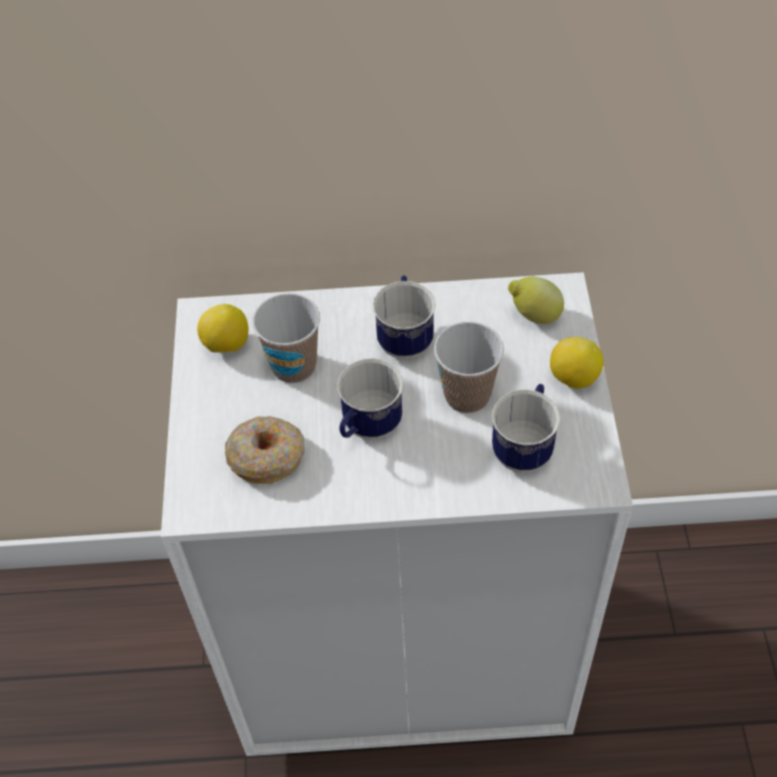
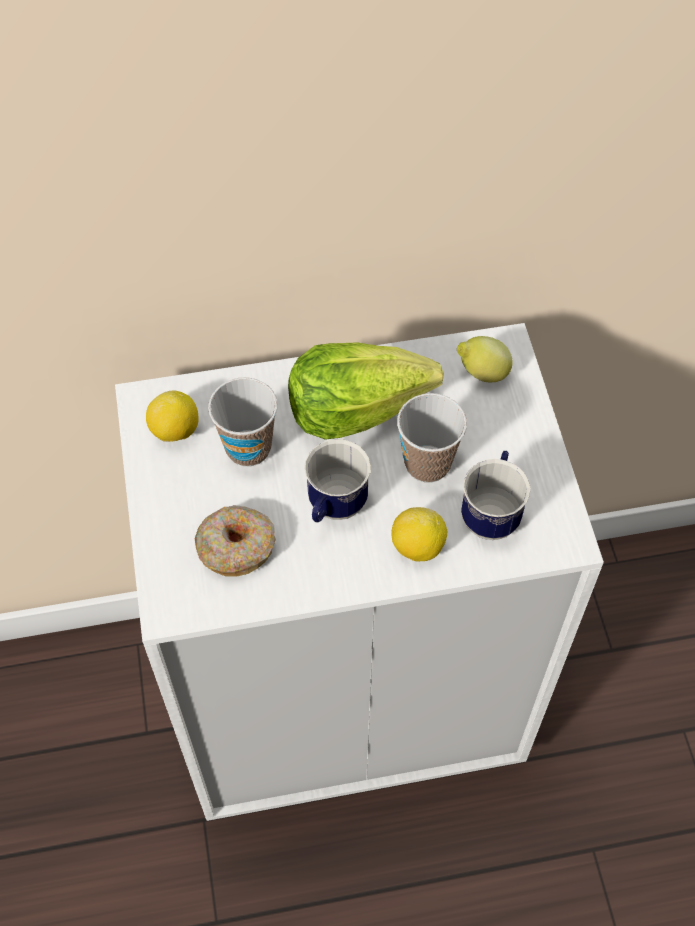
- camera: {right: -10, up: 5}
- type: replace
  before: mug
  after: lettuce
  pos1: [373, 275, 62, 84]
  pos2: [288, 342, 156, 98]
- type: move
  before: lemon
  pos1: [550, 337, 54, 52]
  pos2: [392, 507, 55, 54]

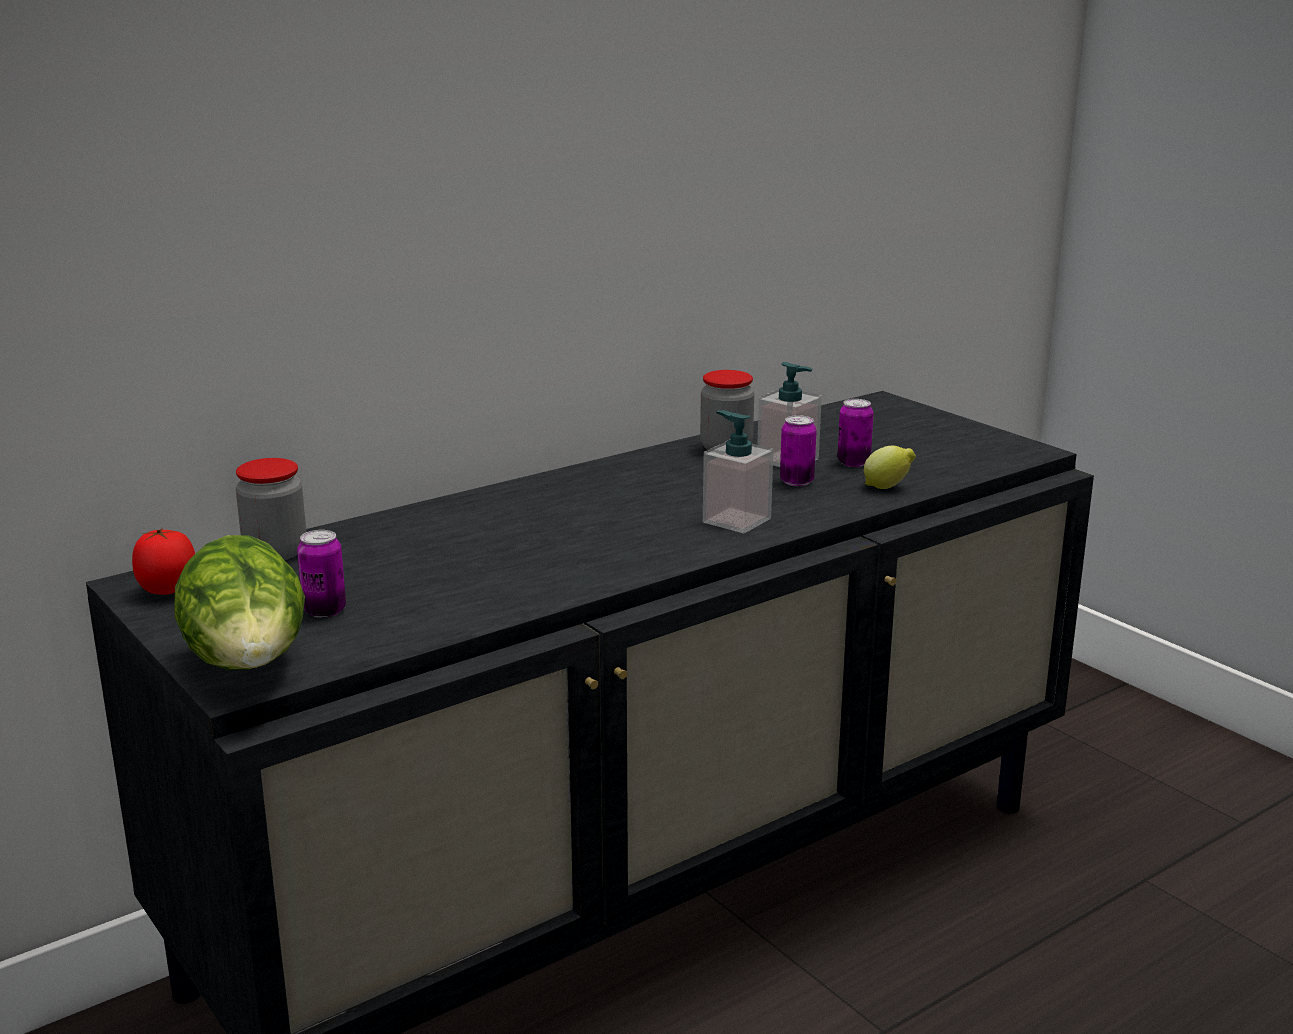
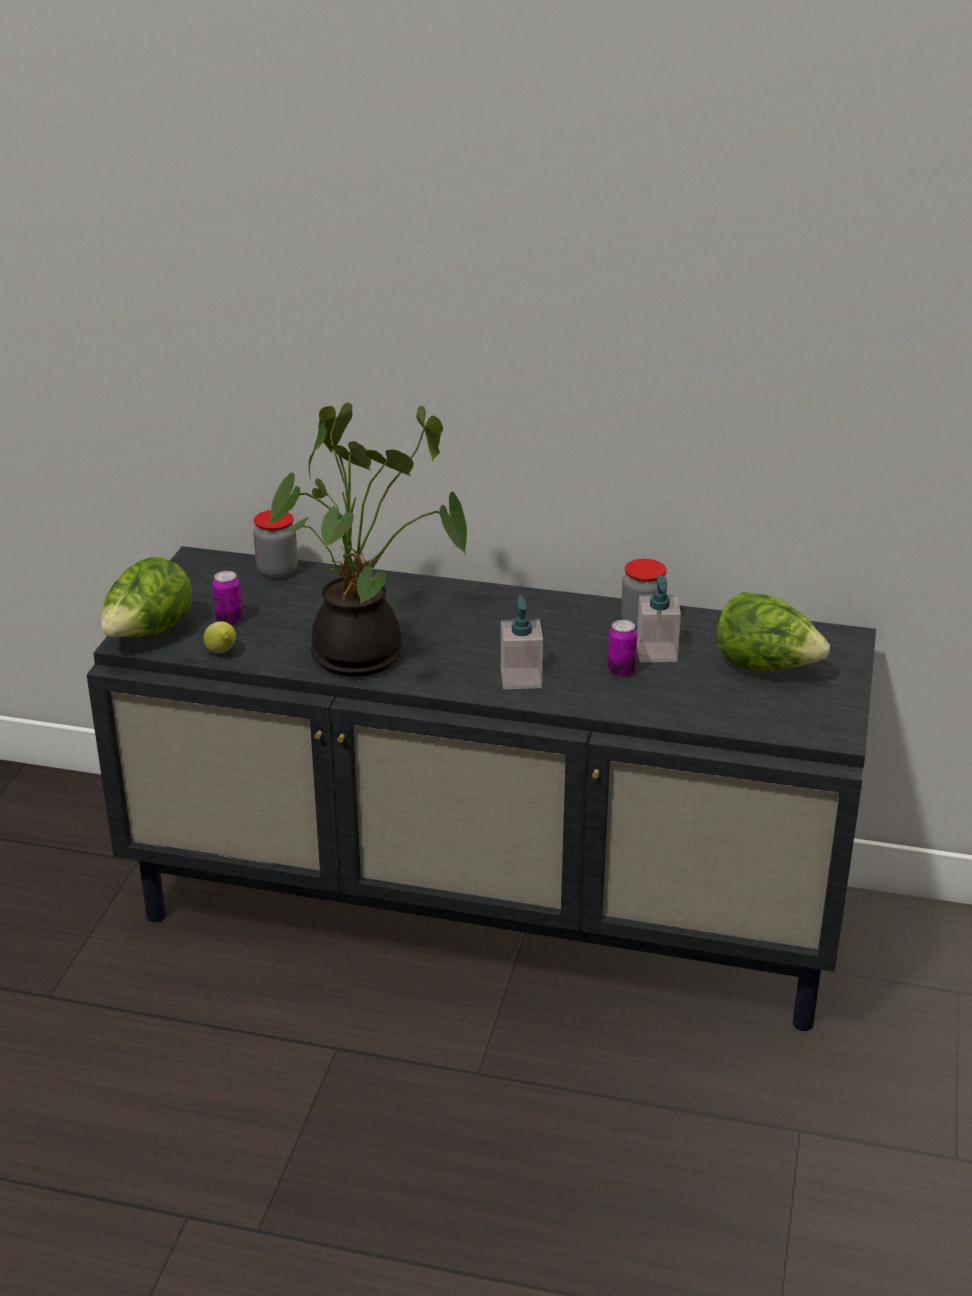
- camera: {right: 50, up: 10}
- type: delete
  before: can
  pos1: [837, 399, 37, 68]
- type: move
  before: lemon
  pos1: [864, 446, 52, 43]
  pos2: [204, 621, 32, 32]
- type: delete
  before: tomato
  pos1: [132, 528, 63, 67]
- type: insert
  after: potted plant
  pos2: [267, 403, 200, 274]
- type: insert
  after: lettuce
  pos2: [717, 592, 113, 79]

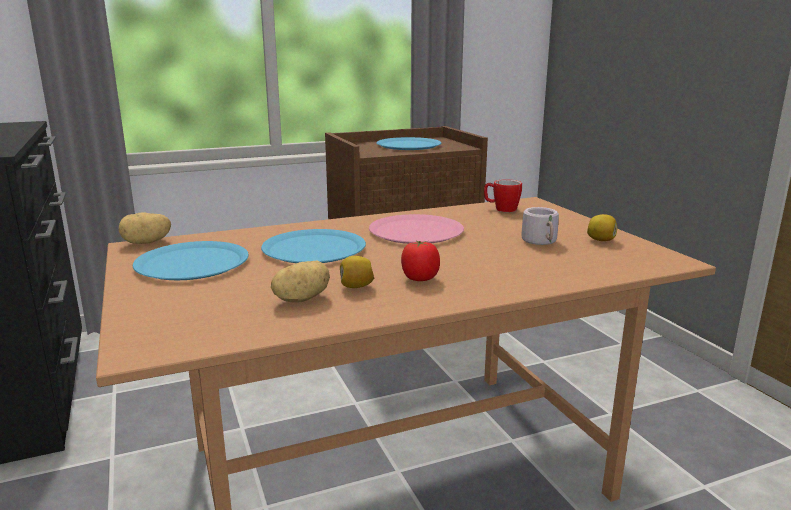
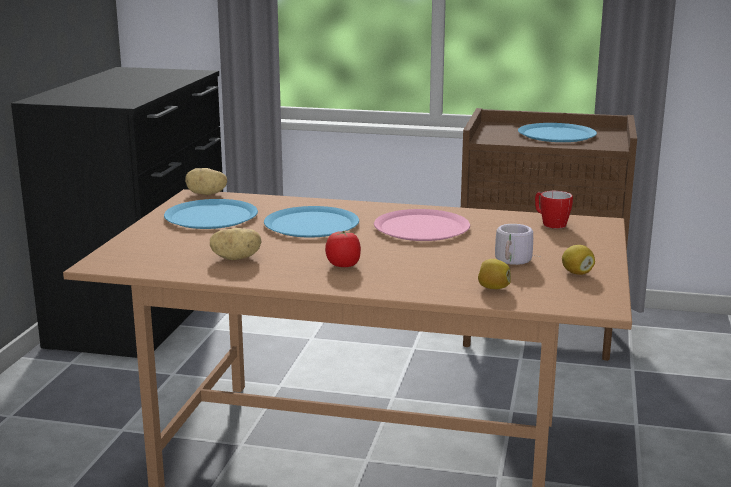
- camera: {right: 35, up: 0}
- type: move
  before: lemon
  pos1: [340, 256, 34, 32]
  pos2: [478, 259, 33, 30]

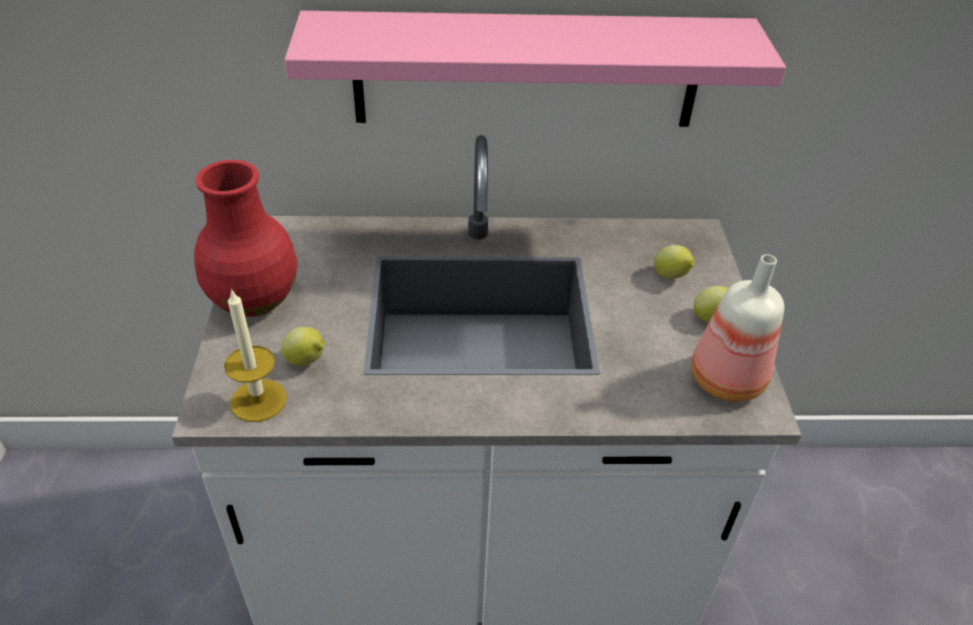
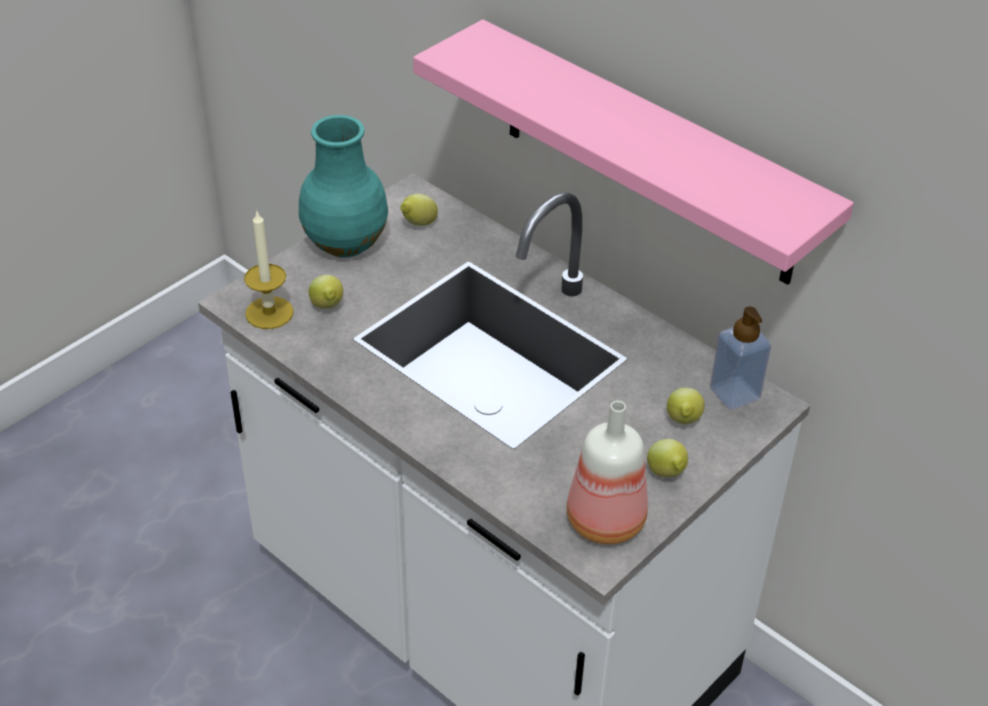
- camera: {right: 45, up: 0}
- type: recolor
  before: vase (red)
  after: vase (turquoise)
  pos1: [194, 160, 103, 157]
  pos2: [299, 115, 89, 143]
- type: insert
  after: lemon
  pos2: [400, 194, 38, 32]
- type: insert
  after: soap dispenser
  pos2: [710, 306, 61, 104]

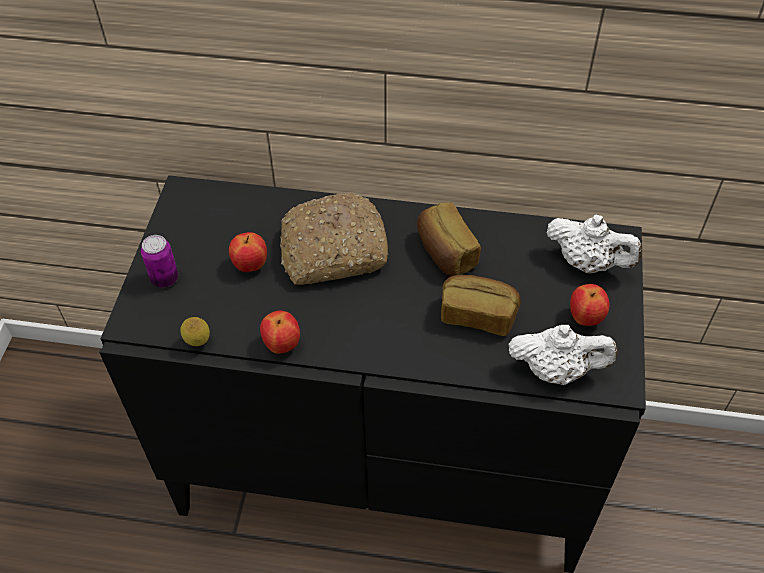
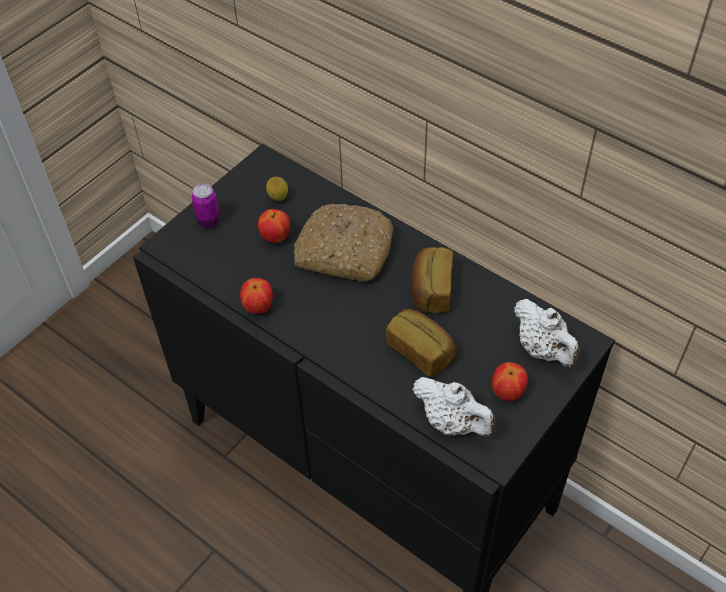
- camera: {right: 30, up: 0}
- type: move
  before: lemon
  pos1: [181, 317, 29, 29]
  pos2: [266, 177, 22, 24]

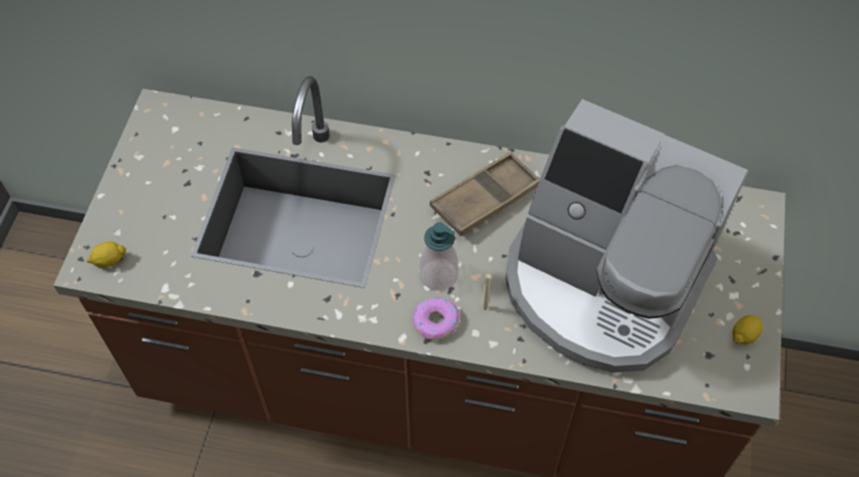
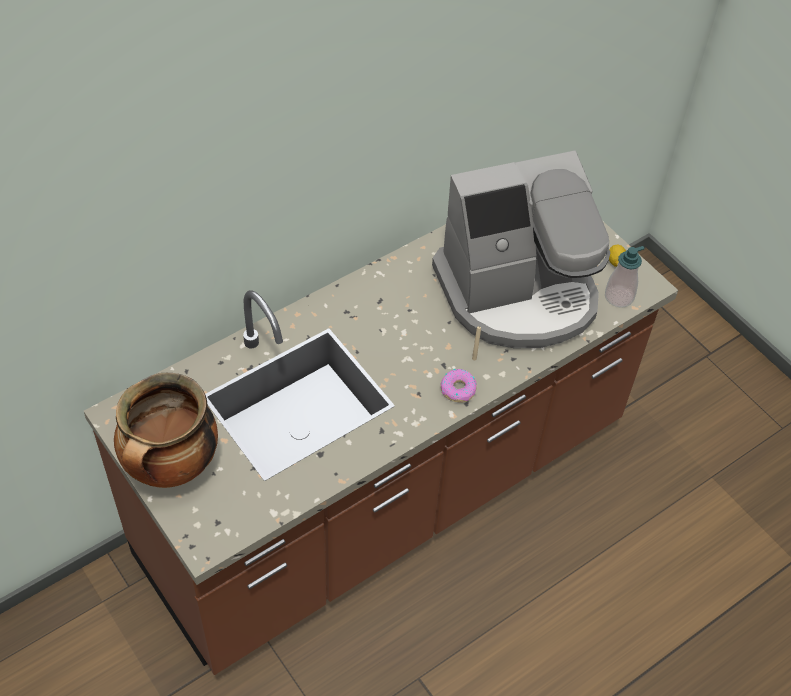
- camera: {right: -50, up: -5}
- type: delete
  before: tray (brown)
  pos1: [430, 152, 110, 84]
- type: move
  before: soap dispenser
  pos1: [419, 222, 40, 69]
  pos2: [605, 246, 40, 62]
- type: delete
  before: lemon
  pos1: [87, 242, 39, 25]
- type: insert
  after: cooking pot
  pos2: [114, 373, 104, 115]

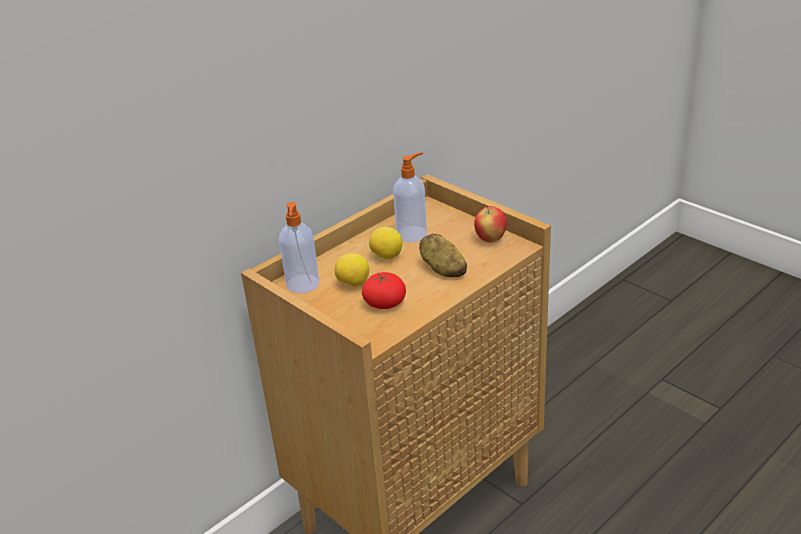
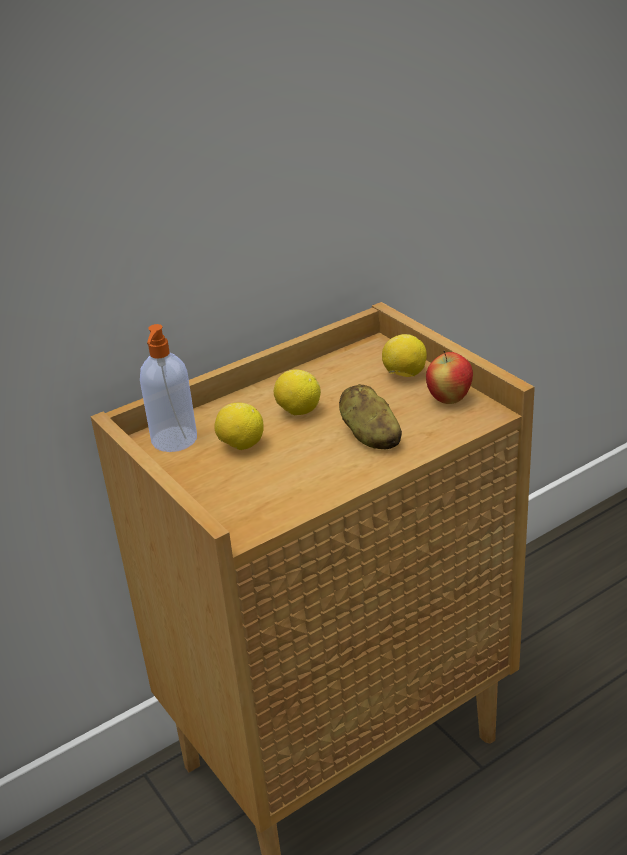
- camera: {right: 10, up: 0}
- type: delete
  before: soap dispenser
  pos1: [393, 152, 34, 90]
- type: delete
  before: tomato
  pos1: [362, 272, 44, 37]
- type: insert
  after: lemon
  pos2: [382, 334, 45, 43]

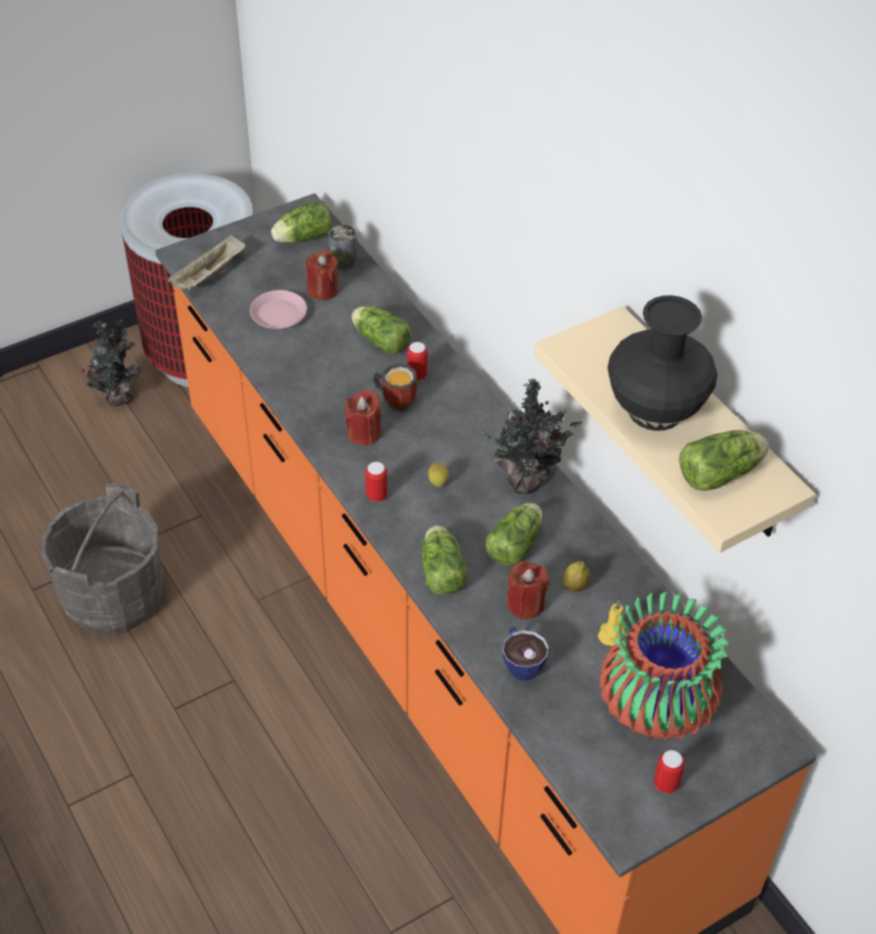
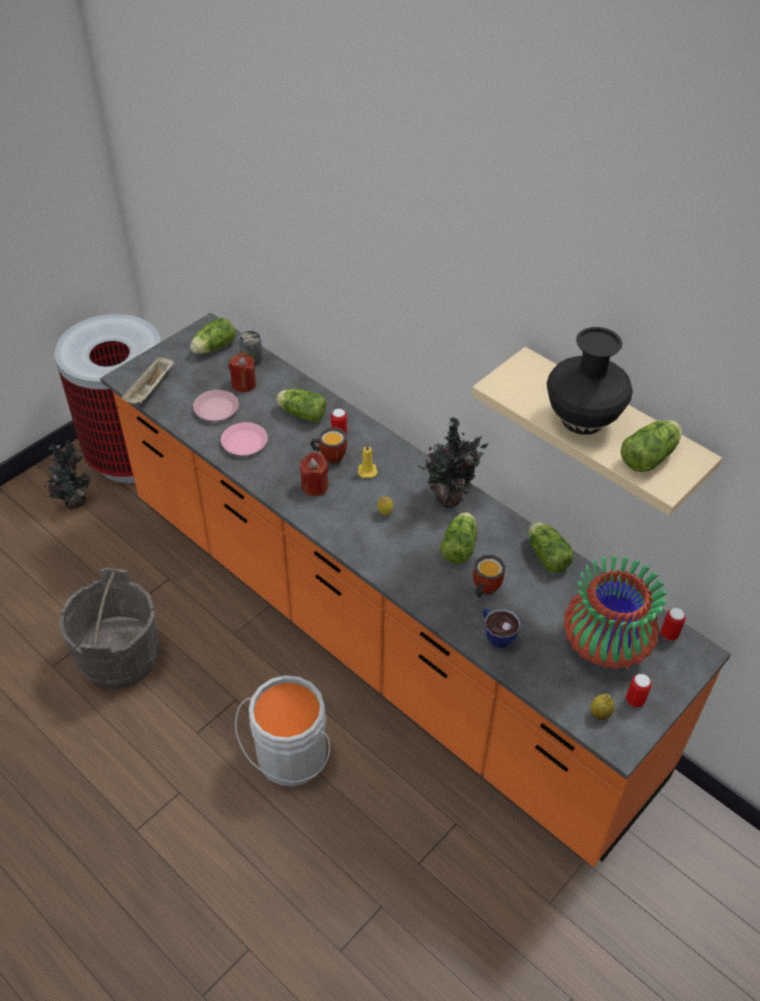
- camera: {right: -15, up: 0}
- type: move
  before: can
  pos1: [365, 462, 23, 40]
  pos2: [661, 608, 25, 32]
- type: move
  before: lettuce
  pos1: [422, 525, 45, 70]
  pos2: [528, 522, 46, 51]
- type: replace
  before: candle (red)
  after: mug
  pos1: [506, 561, 43, 58]
  pos2: [473, 555, 32, 43]
- type: move
  before: lemon
  pos1: [563, 561, 27, 31]
  pos2: [591, 694, 23, 26]
- type: move
  before: candle (yellow)
  pos1: [598, 601, 28, 45]
  pos2: [358, 443, 19, 35]
- type: insert
  after: plate (pink)
  pos2: [221, 422, 47, 33]
- type: insert
  after: bucket (grey)
  pos2: [235, 675, 95, 112]

